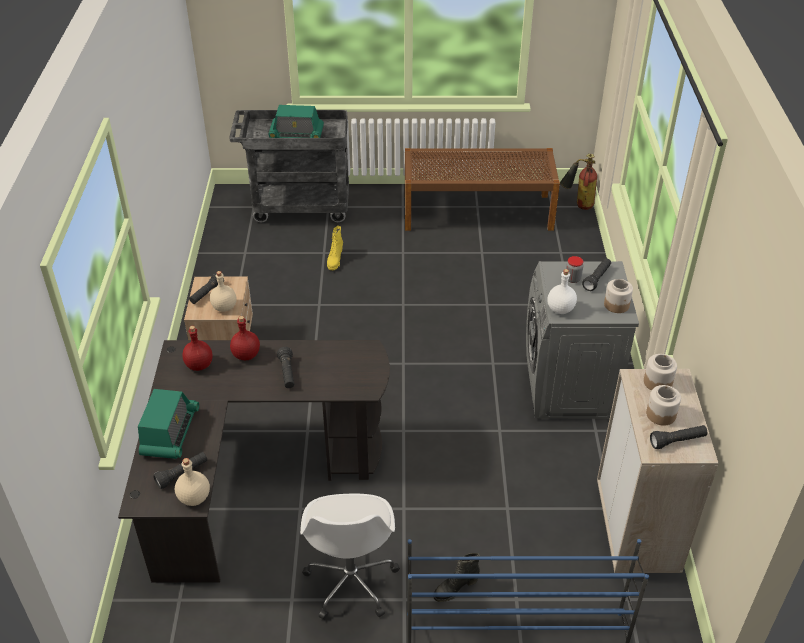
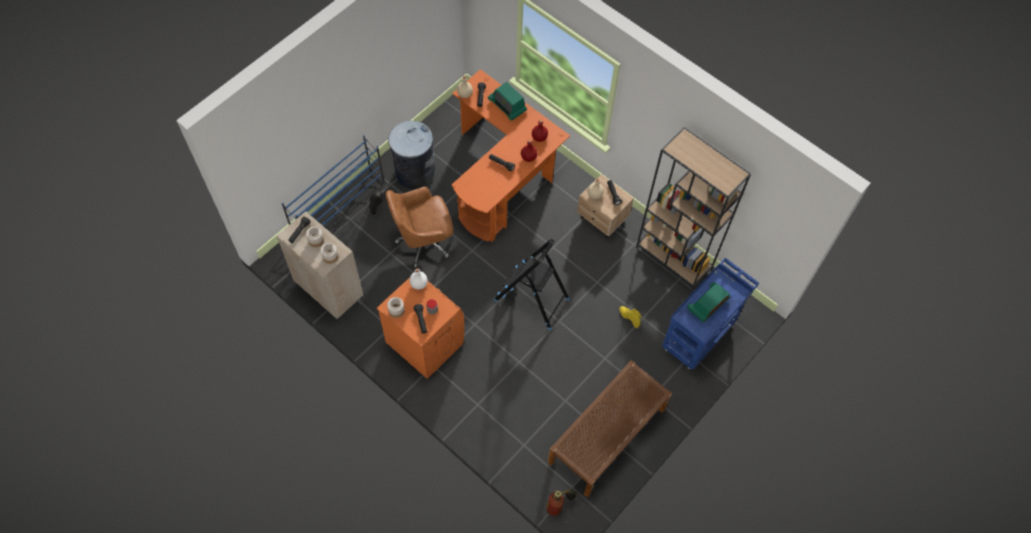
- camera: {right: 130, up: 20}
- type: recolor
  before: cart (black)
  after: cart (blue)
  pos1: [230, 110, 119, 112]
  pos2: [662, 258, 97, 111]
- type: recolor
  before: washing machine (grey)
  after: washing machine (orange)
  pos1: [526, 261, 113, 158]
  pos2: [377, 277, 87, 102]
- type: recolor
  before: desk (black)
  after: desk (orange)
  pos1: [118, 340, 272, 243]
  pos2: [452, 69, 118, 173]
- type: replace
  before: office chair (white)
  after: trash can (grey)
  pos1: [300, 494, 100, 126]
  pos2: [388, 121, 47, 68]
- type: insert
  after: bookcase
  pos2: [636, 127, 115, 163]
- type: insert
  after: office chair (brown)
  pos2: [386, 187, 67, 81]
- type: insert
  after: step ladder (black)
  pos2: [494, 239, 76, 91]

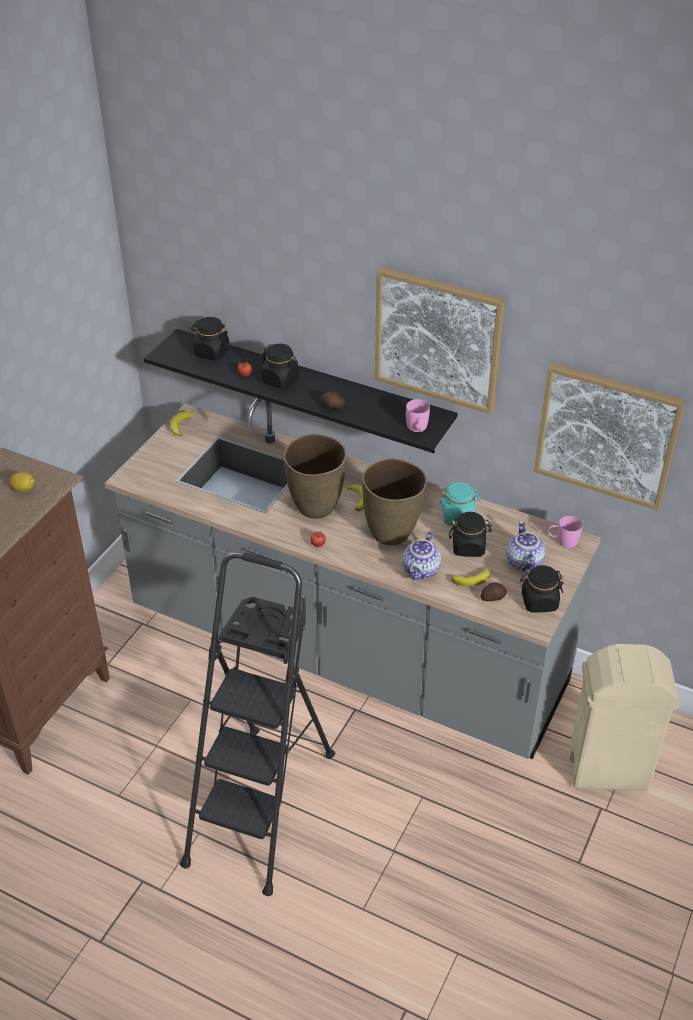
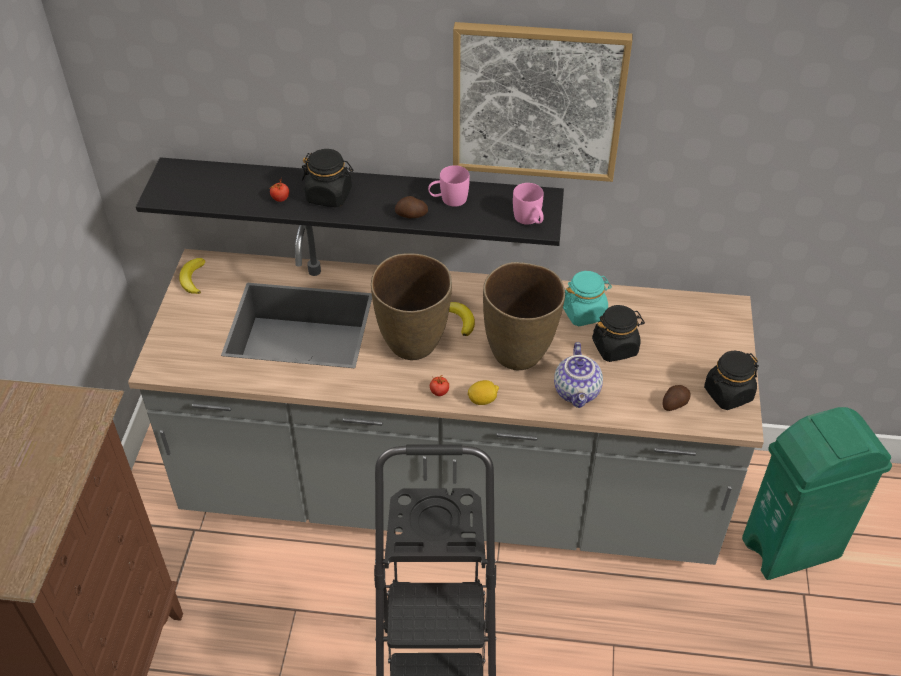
- camera: {right: -20, up: 5}
- type: delete
  before: jar (black)
  pos1: [191, 317, 39, 43]
- type: delete
  before: picture
  pos1: [534, 363, 152, 147]
- type: move
  before: lemon
  pos1: [9, 472, 26, 20]
  pos2: [468, 380, 31, 25]
- type: move
  before: mug (pink)
  pos1: [548, 516, 34, 32]
  pos2: [428, 165, 42, 42]
- type: delete
  before: teapot
  pos1: [506, 521, 39, 53]
- type: delete
  before: banana
  pos1: [452, 567, 38, 19]
- type: recolor
  before: trash can (beige)
  after: trash can (green)
  pos1: [569, 644, 111, 147]
  pos2: [742, 407, 150, 173]

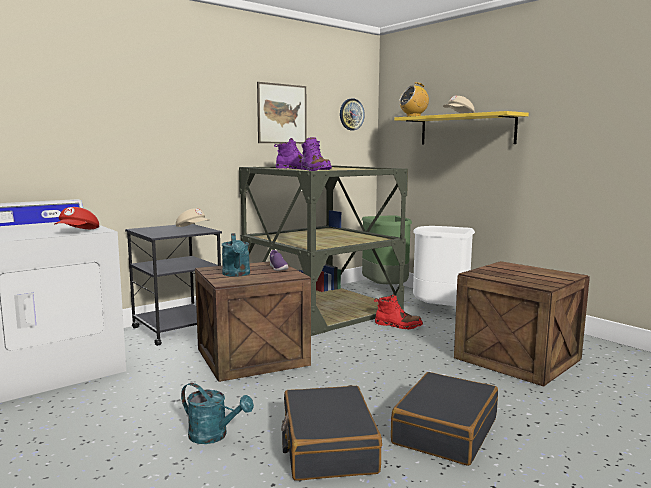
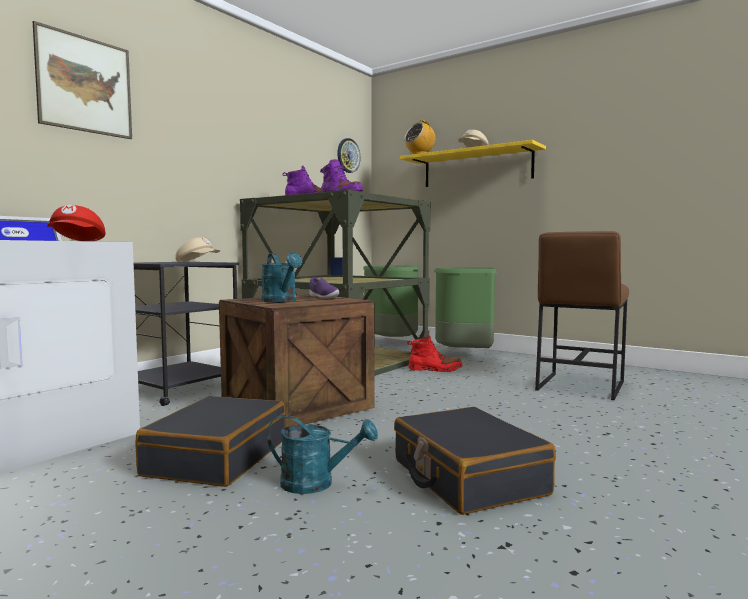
- camera: {right: -15, up: -5}
- type: move
  before: picture
  pos1: [257, 82, 50, 62]
  pos2: [33, 21, 99, 118]
- type: recolor
  before: trash can (white)
  after: trash can (green)
  pos1: [413, 226, 62, 80]
  pos2: [434, 267, 63, 81]
- type: replace
  before: crate
  after: chair (brown)
  pos1: [454, 261, 136, 126]
  pos2: [535, 231, 94, 169]
- type: move
  before: suitcase (black)
  pos1: [391, 372, 107, 94]
  pos2: [135, 396, 150, 91]

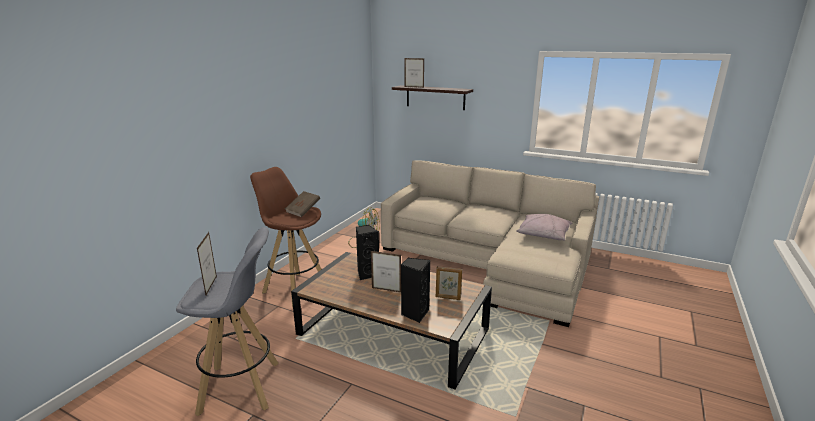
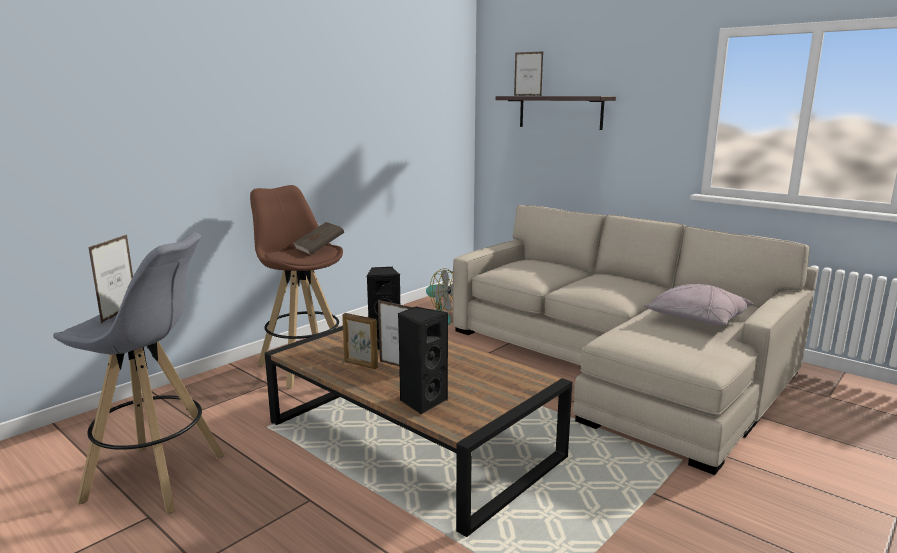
- camera: {right: 15, up: -5}
- type: move
  before: picture frame
  pos1: [436, 266, 26, 34]
  pos2: [342, 313, 36, 56]

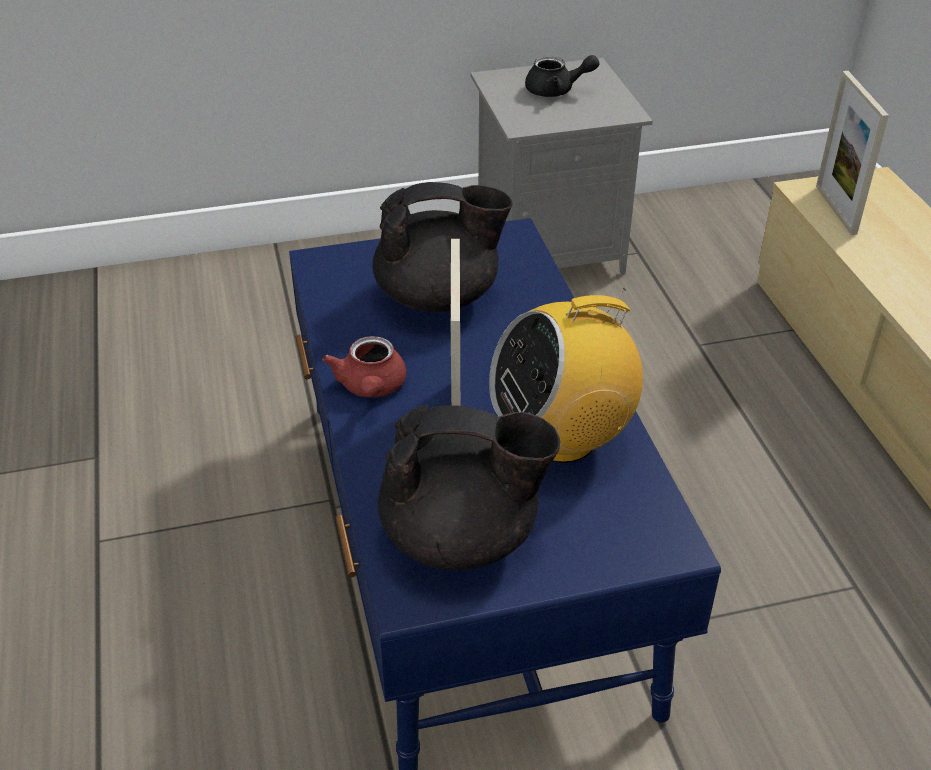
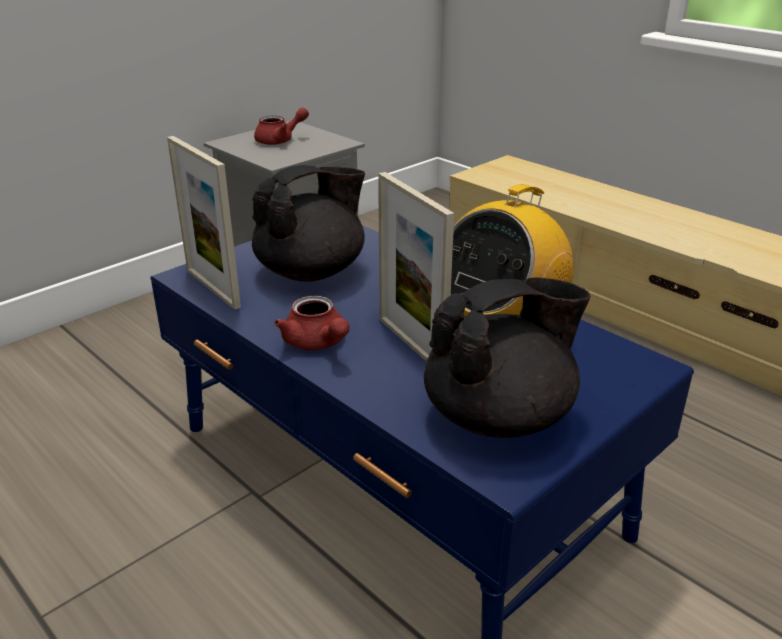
- camera: {right: -30, up: -10}
- type: recolor
  before: teapot (black)
  after: teapot (red)
  pos1: [525, 55, 74, 42]
  pos2: [254, 107, 55, 38]
- type: move
  before: picture frame
  pos1: [816, 71, 73, 164]
  pos2: [167, 136, 74, 173]

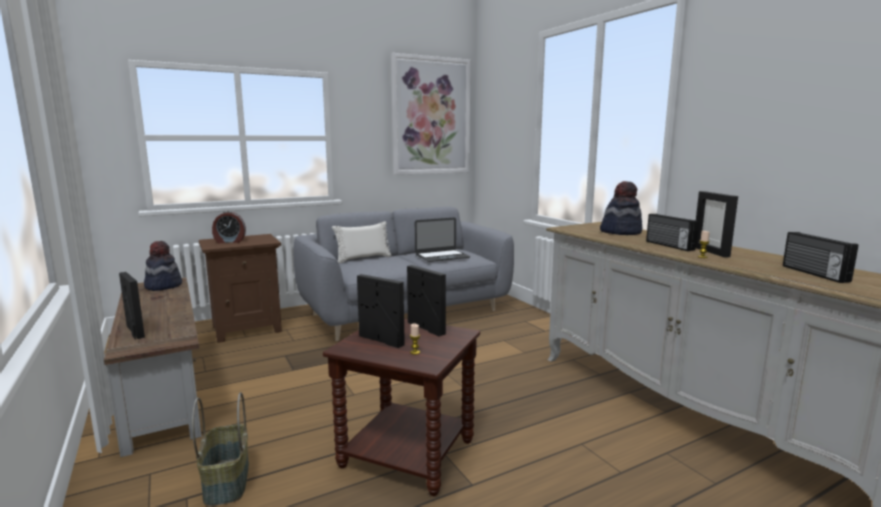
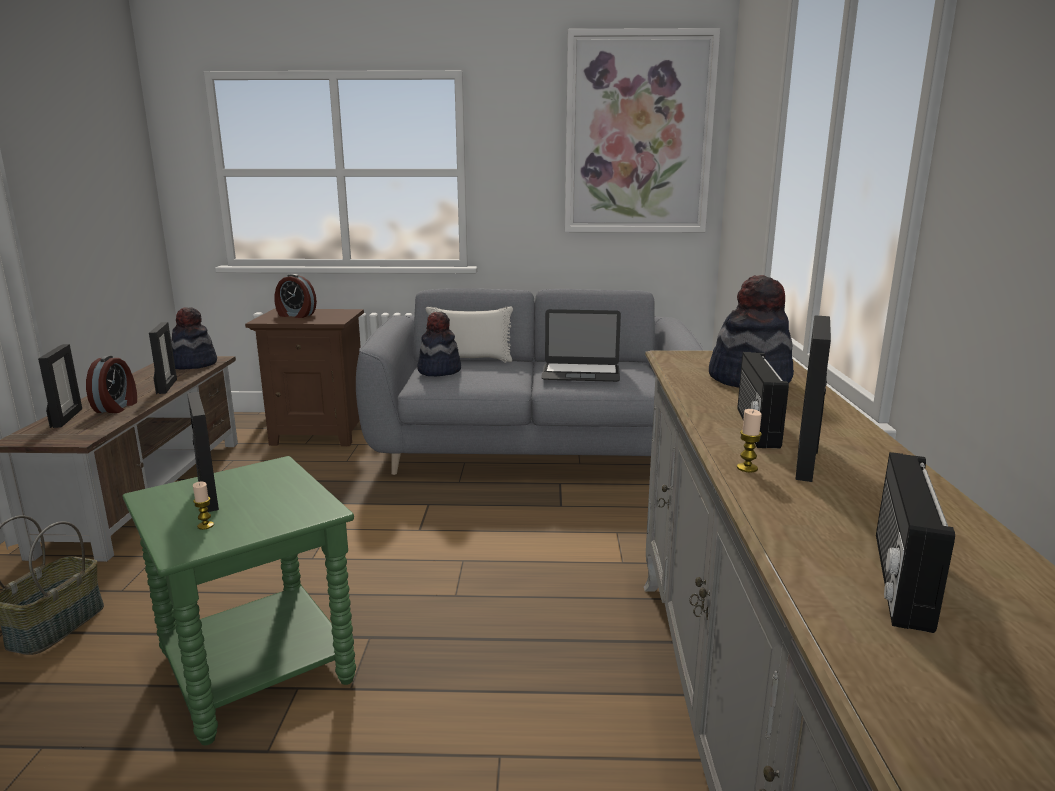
- camera: {right: 30, up: 5}
- type: move
  before: picture frame
  pos1: [407, 265, 39, 71]
  pos2: [149, 322, 28, 72]
- type: recolor
  before: side table (brown)
  after: side table (green)
  pos1: [323, 319, 157, 177]
  pos2: [123, 456, 233, 289]
- type: insert
  after: hat
  pos2: [417, 312, 44, 64]
- type: insert
  after: alarm clock
  pos2: [86, 356, 51, 57]

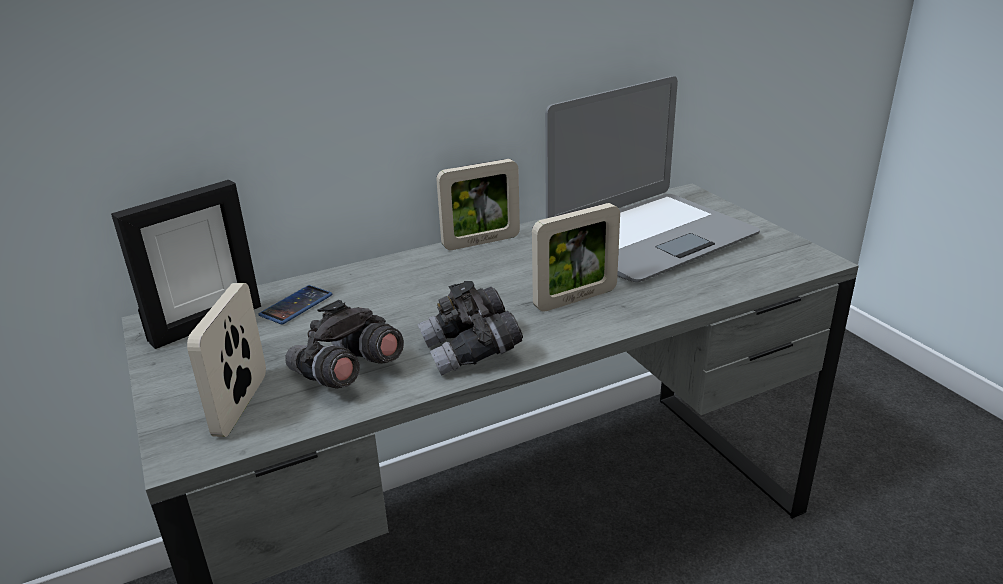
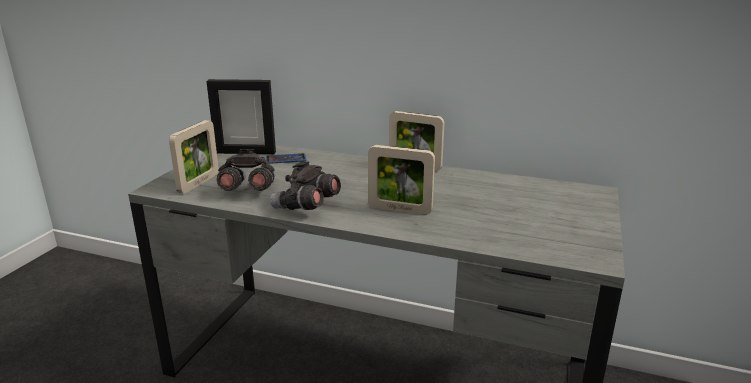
- camera: {right: 45, up: -5}
- type: delete
  before: laptop
  pos1: [545, 76, 215, 206]
- type: rotate
  before: picture frame
  pos1: [187, 283, 79, 154]
  pos2: [169, 120, 50, 73]
  turn: 150

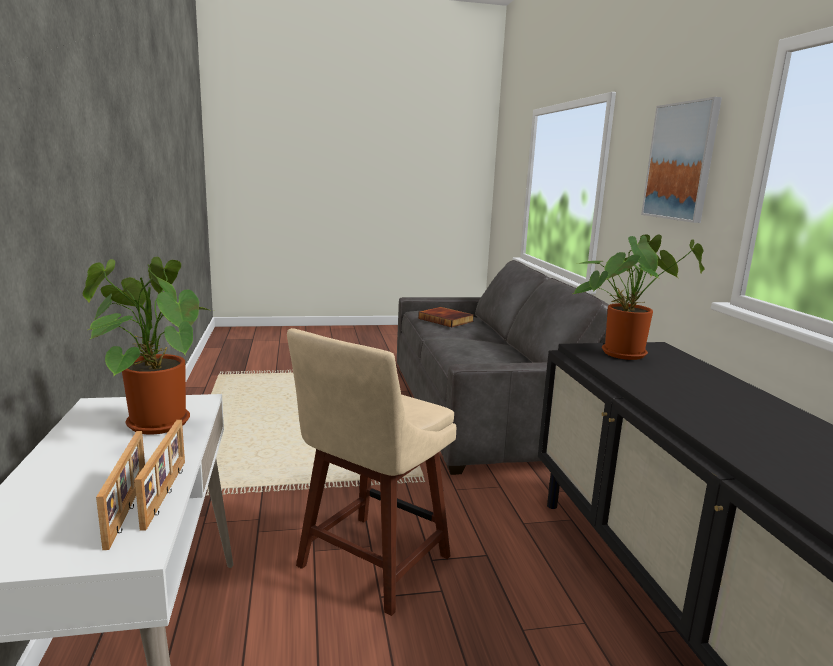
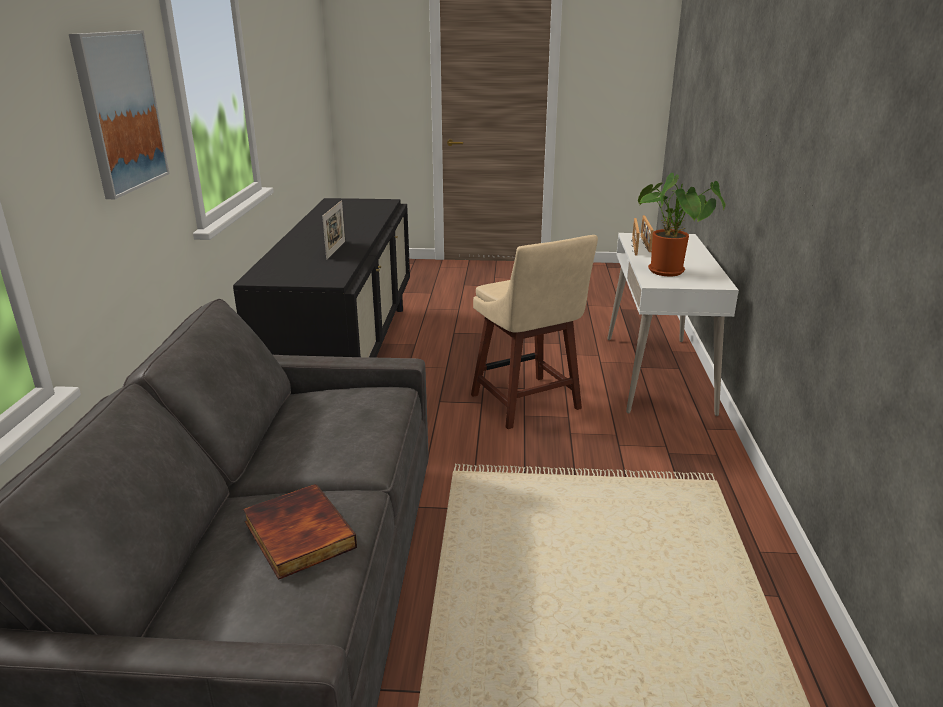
- camera: {right: -165, up: 10}
- type: delete
  before: potted plant
  pos1: [573, 235, 132, 125]
- type: rotate
  before: chair (beige)
  pos1: [287, 328, 169, 288]
  pos2: [471, 235, 127, 194]
  turn: 105
- type: insert
  after: picture frame
  pos2: [322, 201, 23, 58]

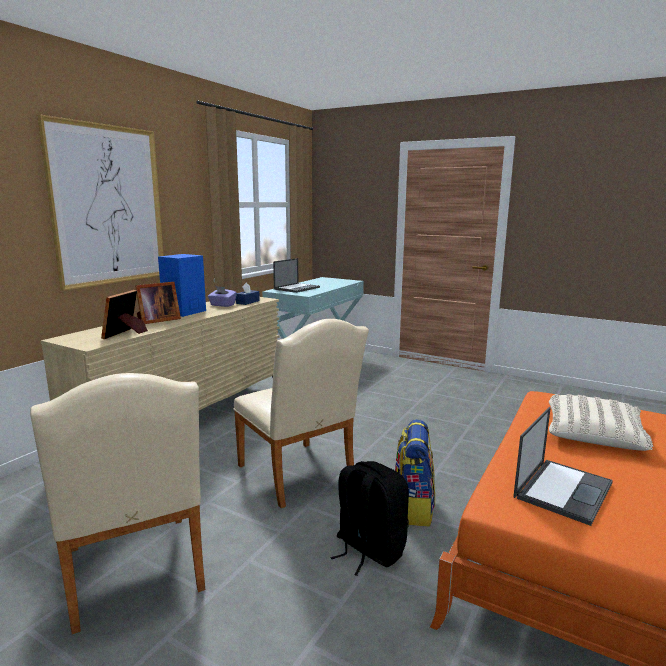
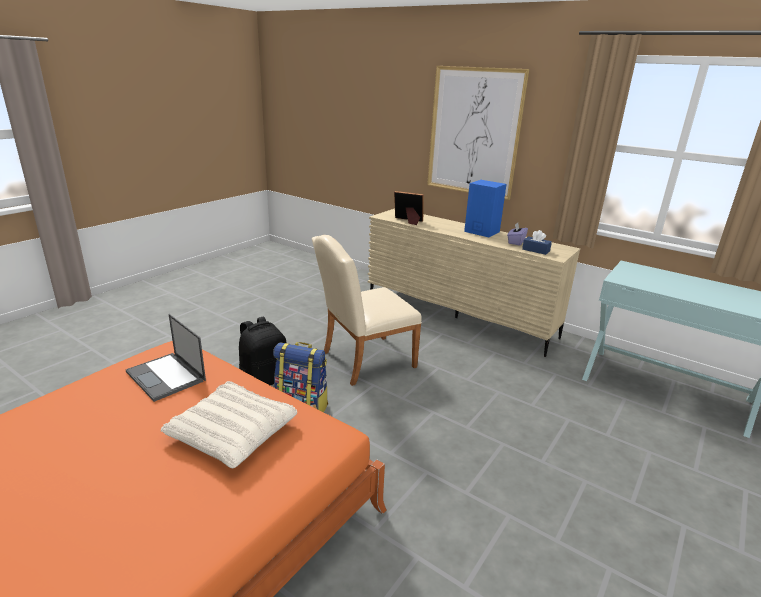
- camera: {right: 95, up: 10}
- type: delete
  before: laptop
  pos1: [273, 258, 47, 35]
- type: delete
  before: picture frame
  pos1: [135, 282, 46, 42]
- type: delete
  before: chair (beige)
  pos1: [30, 373, 175, 261]

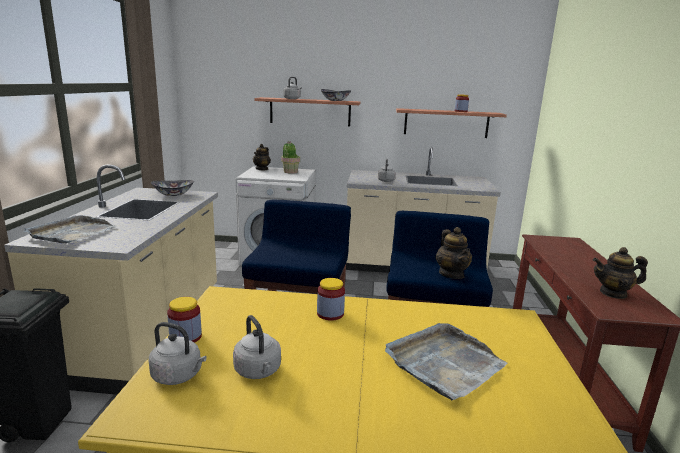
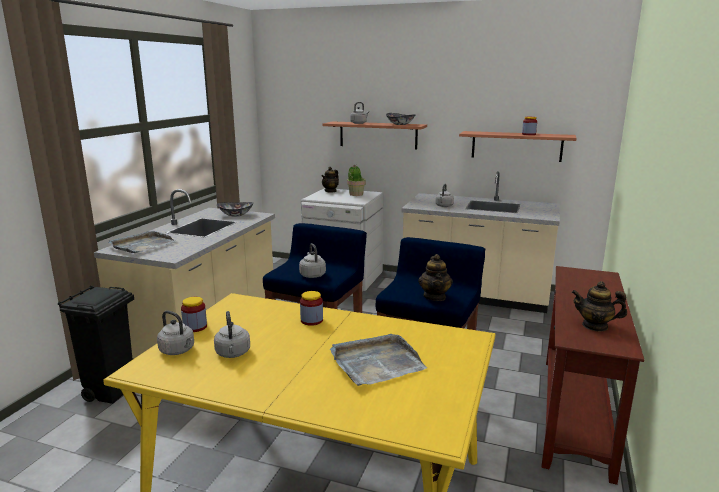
- camera: {right: 15, up: 0}
- type: insert
  after: kettle (grey)
  pos2: [299, 243, 27, 35]

